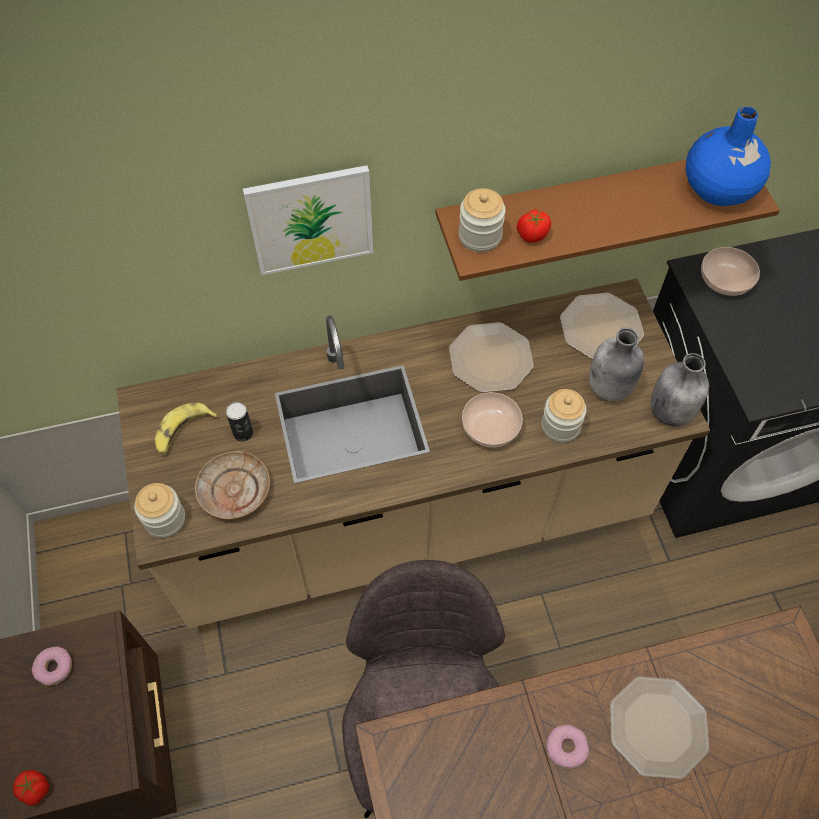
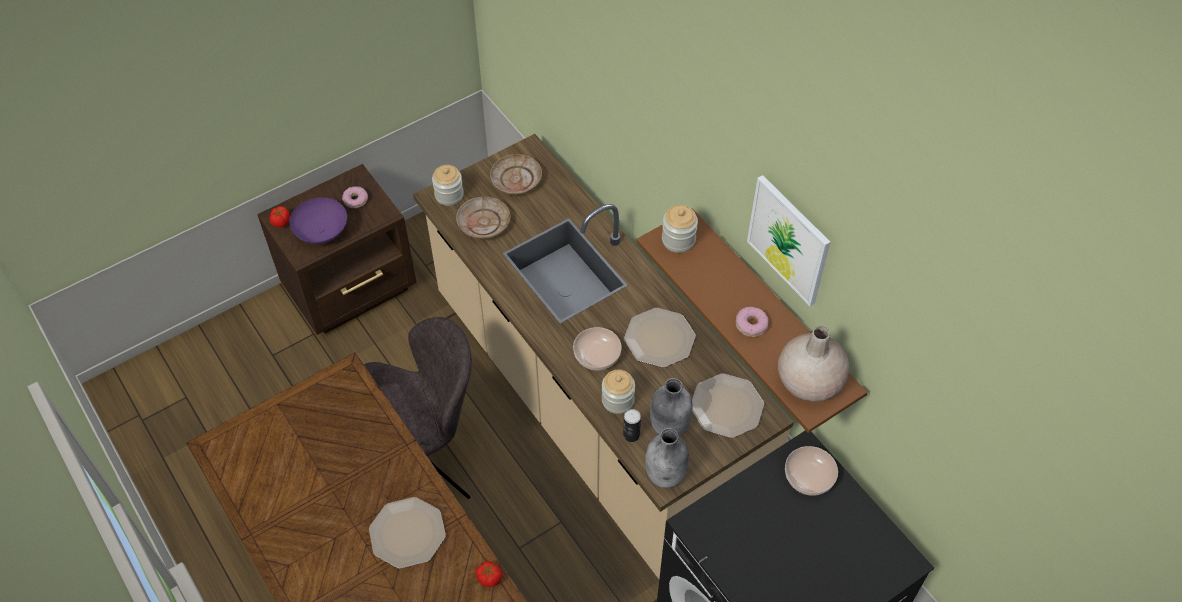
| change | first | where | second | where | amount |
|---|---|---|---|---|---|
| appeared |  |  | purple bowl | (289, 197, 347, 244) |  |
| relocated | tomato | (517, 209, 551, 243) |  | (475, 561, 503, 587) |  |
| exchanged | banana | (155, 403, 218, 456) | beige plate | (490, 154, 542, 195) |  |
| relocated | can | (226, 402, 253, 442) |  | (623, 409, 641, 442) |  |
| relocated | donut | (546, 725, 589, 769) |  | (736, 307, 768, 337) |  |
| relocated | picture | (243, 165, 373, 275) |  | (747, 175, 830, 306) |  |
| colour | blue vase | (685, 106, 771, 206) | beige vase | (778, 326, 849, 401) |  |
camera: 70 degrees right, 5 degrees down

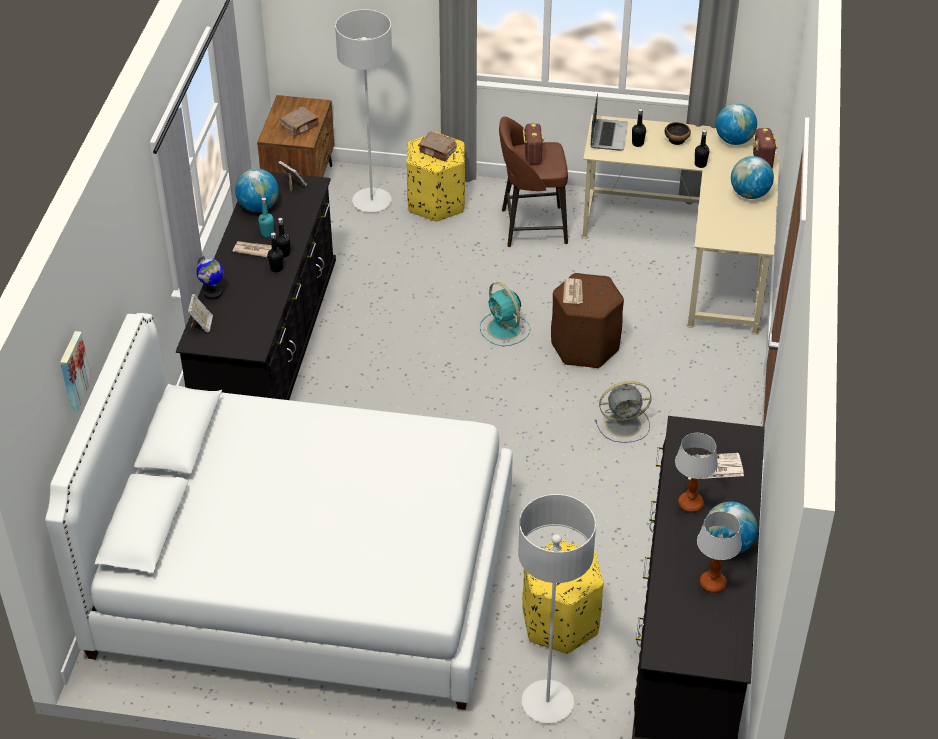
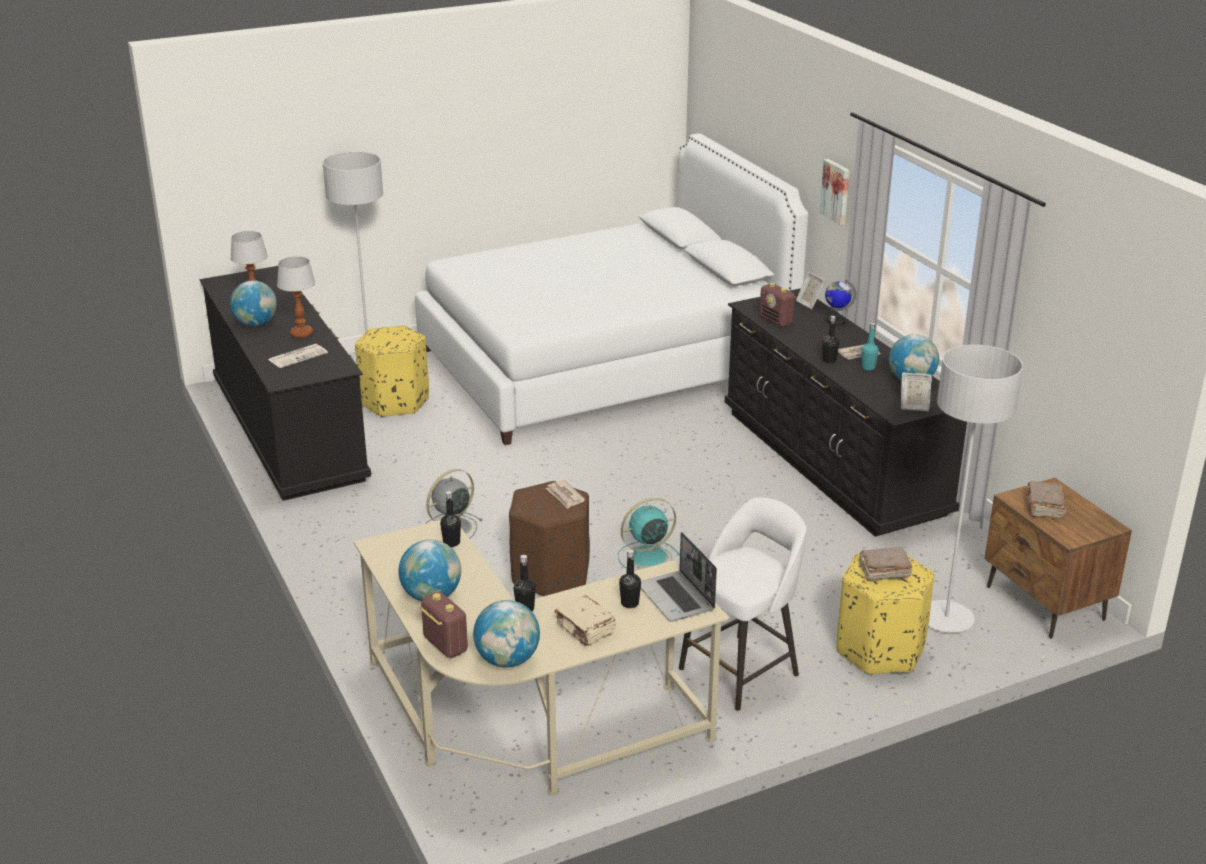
| change | first | where | second | where | amount |
|---|---|---|---|---|---|
| relocated | black bottle | (268, 232, 283, 272) |  | (440, 491, 461, 547) |  |
| exchanged | bowl | (664, 122, 691, 145) | beige book | (554, 595, 616, 646) |  |
| spun | turquoise fan | (480, 282, 530, 346) |  | (618, 498, 680, 569) | 45 degrees counterclockwise |
| colour | brown stool | (499, 117, 568, 247) | white stool | (679, 497, 806, 711) |  |
| relocated | radio | (523, 124, 544, 165) |  | (759, 283, 796, 327) |  |
| relocated | picture | (60, 331, 92, 412) |  | (820, 159, 850, 225) |  |
camera: 145 degrees right, 15 degrees down

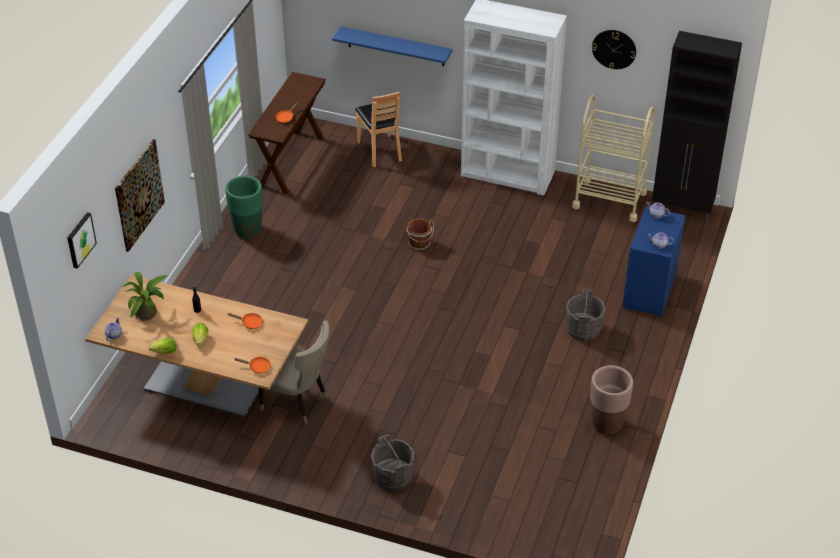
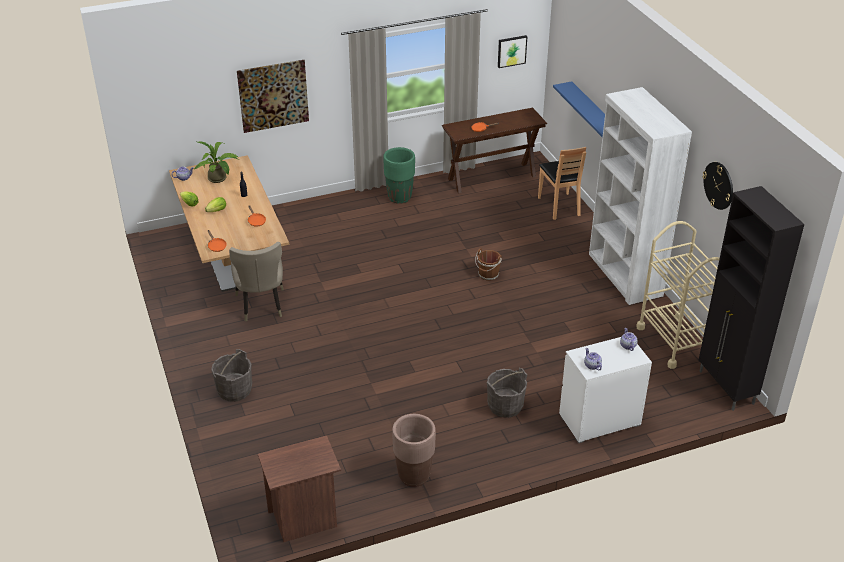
| change | first | where | second | where | amount |
|---|---|---|---|---|---|
| appeared |  |  | brown nightstand | (258, 436, 341, 542) |  |
| relocated | picture | (67, 212, 97, 269) |  | (498, 35, 527, 68) |  |
| spun | brown chair | (355, 92, 402, 167) |  | (538, 147, 586, 220) | 45 degrees counterclockwise |
| colour | blue dresser | (622, 207, 685, 317) | white dresser | (559, 337, 652, 443) |  |
camera: 50 degrees right, 5 degrees down

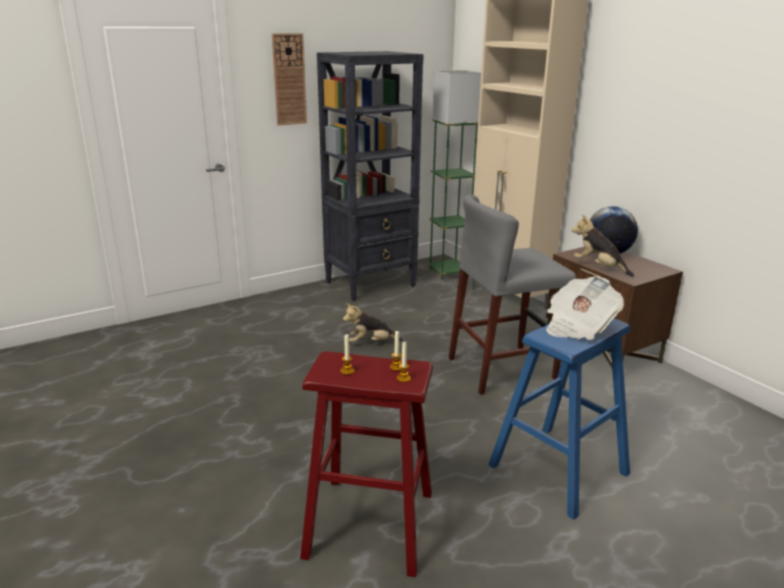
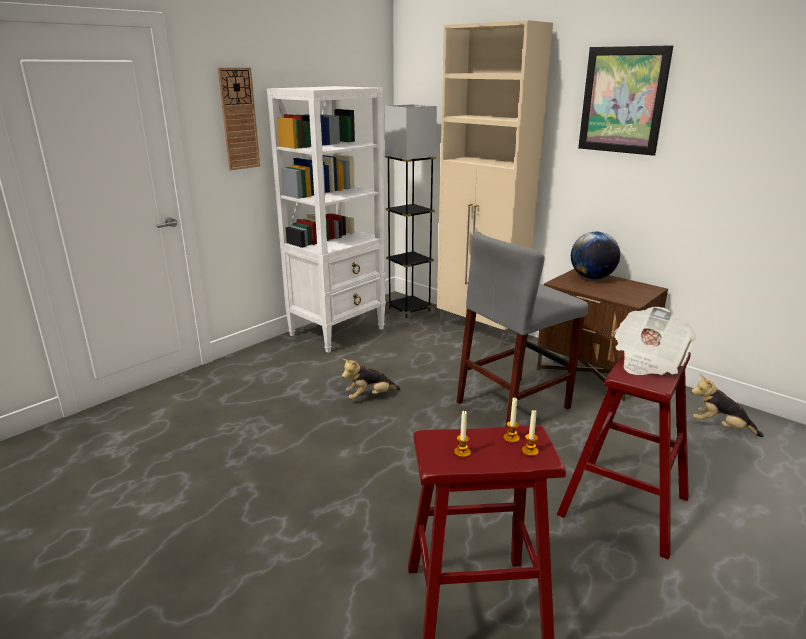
| change | first | where | second | where | amount |
|---|---|---|---|---|---|
| colour | black bookcase | (317, 51, 424, 301) | white bookcase | (267, 86, 386, 353) |  |
| colour | green floor lamp | (428, 70, 481, 280) | grey floor lamp | (384, 104, 437, 318) |  |
| colour | blue stool | (488, 318, 631, 520) | red stool | (557, 352, 691, 560) |  |
| appeared |  |  | picture | (578, 45, 673, 156) |  |
| relocated | plush toy | (572, 214, 634, 277) |  | (691, 374, 764, 437) |  |
camera: 15 degrees left, 0 degrees up

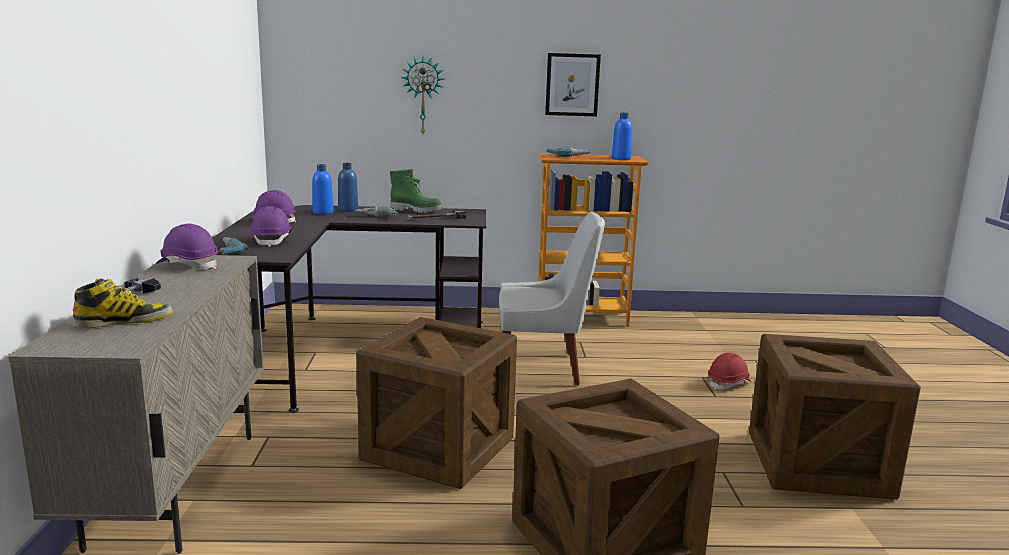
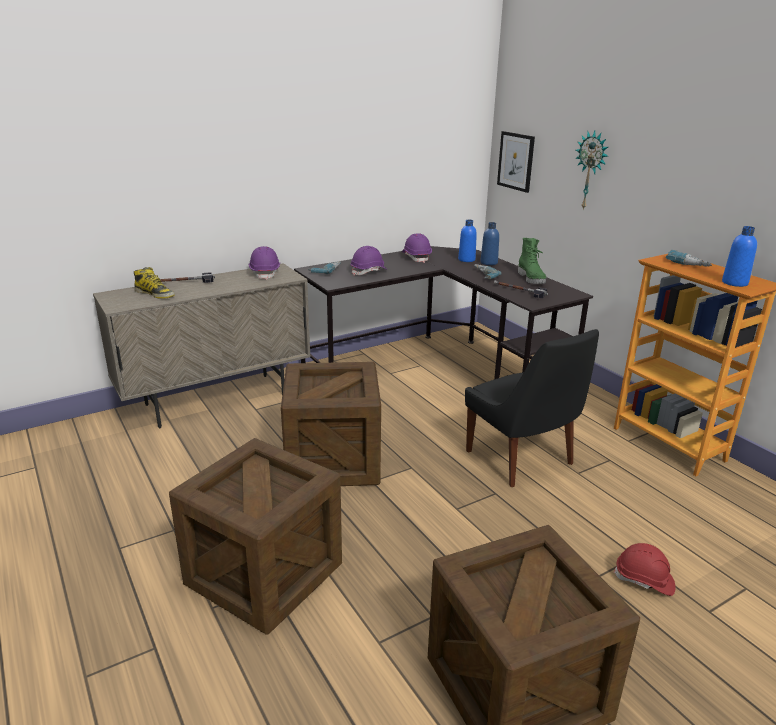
| change | first | where | second | where | amount |
|---|---|---|---|---|---|
| colour | white chair | (499, 212, 605, 386) | black chair | (465, 329, 599, 487) |  |
| relocated | picture | (545, 53, 601, 116) |  | (497, 131, 535, 193) |  |
camera: 60 degrees right, 10 degrees up

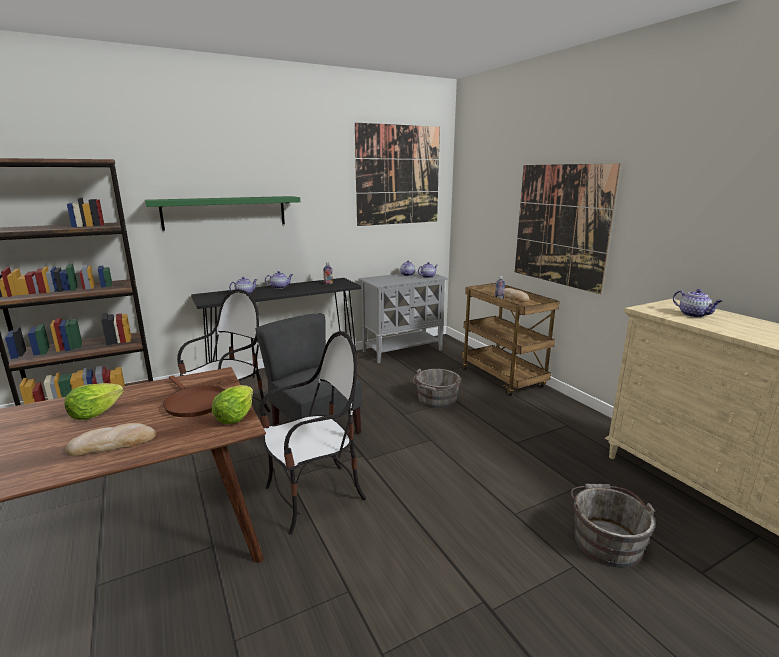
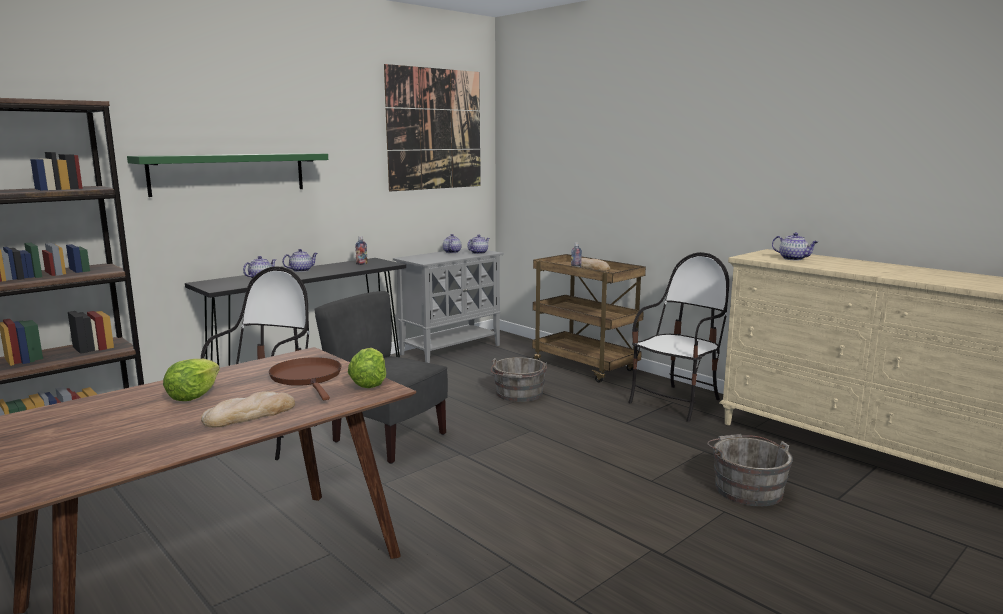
| change | first | where | second | where | amount |
|---|---|---|---|---|---|
| spun | brown frying pan | (163, 376, 225, 417) |  | (269, 357, 341, 400) | 150 degrees counterclockwise |
| relocated | chair | (259, 331, 366, 535) |  | (628, 252, 729, 422) |  |
| missing | picture | (515, 163, 620, 294) |  |  |  |
camera: 15 degrees left, 5 degrees down

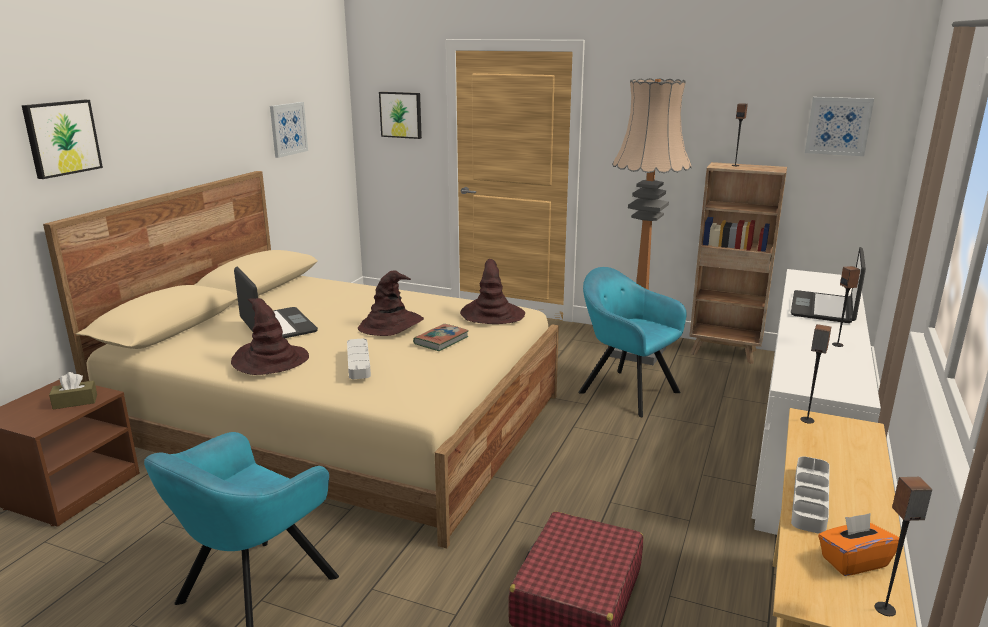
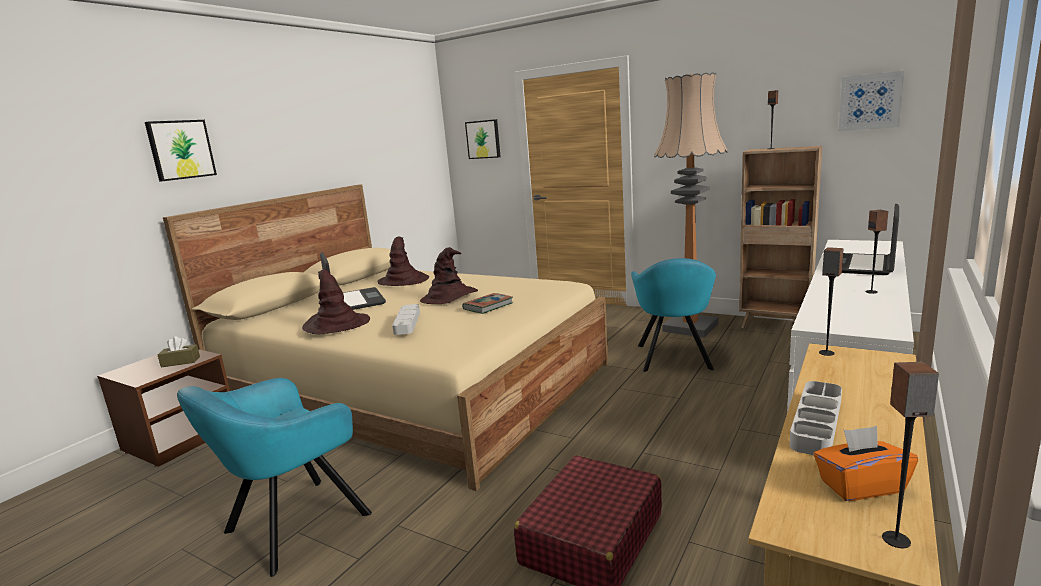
| change | first | where | second | where | amount |
|---|---|---|---|---|---|
| relocated | brown hat | (460, 259, 525, 324) |  | (378, 236, 429, 286) |  |
| spun | turquoise armchair | (578, 267, 687, 417) |  | (631, 258, 716, 372) | 135 degrees counterclockwise |
| missing | picture | (270, 102, 308, 158) |  |  |  |
camera: 10 degrees right, 5 degrees down

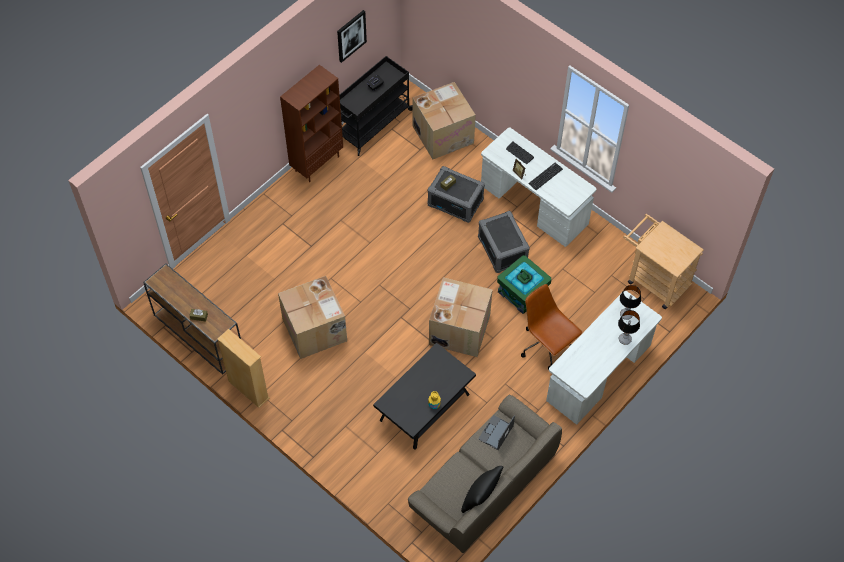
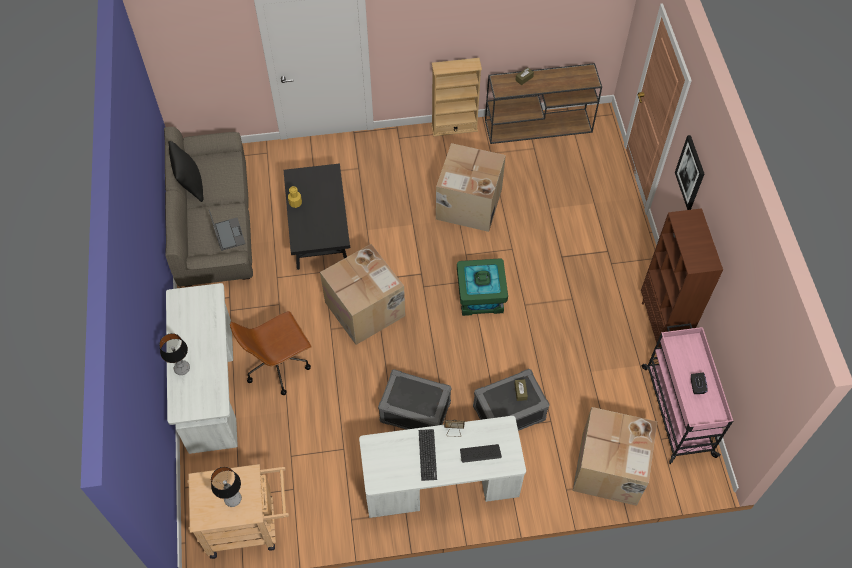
| change | first | where | second | where | amount |
|---|---|---|---|---|---|
| relocated | table lamp | (620, 285, 641, 320) |  | (211, 467, 242, 507) |  |
| spun | brown office chair | (521, 284, 583, 370) |  | (230, 311, 312, 395) | 150 degrees clockwise |
| relocated | green storage box | (497, 255, 551, 314) |  | (457, 258, 508, 316) |  |
| colour | black cart | (339, 56, 413, 156) | pink cart | (642, 323, 733, 464) |  |
| relocated | picture | (337, 10, 367, 63) |  | (675, 135, 704, 210) |  |
camera: 130 degrees right, 0 degrees up

